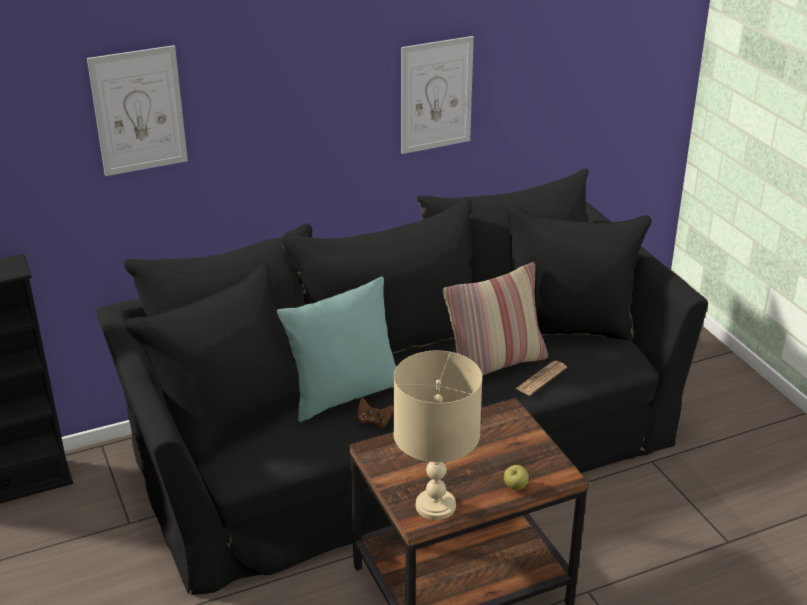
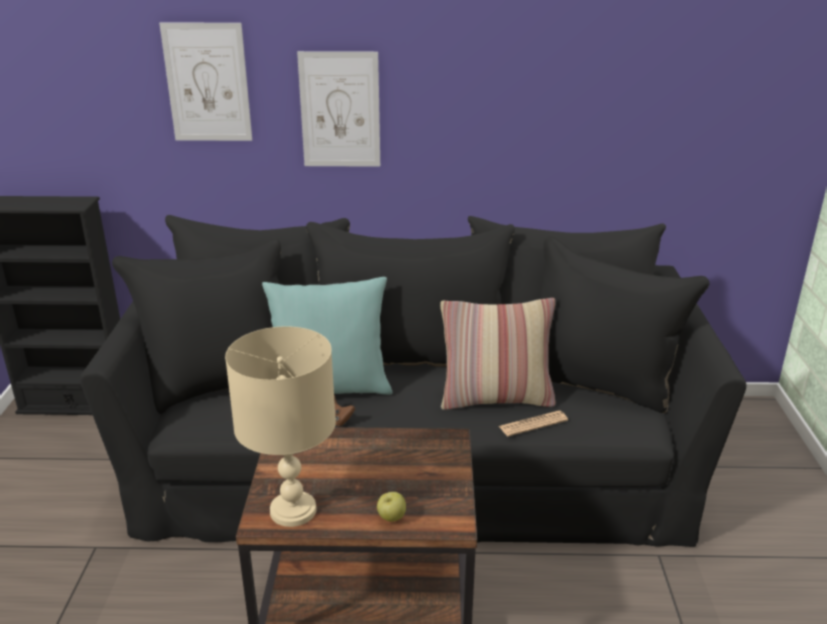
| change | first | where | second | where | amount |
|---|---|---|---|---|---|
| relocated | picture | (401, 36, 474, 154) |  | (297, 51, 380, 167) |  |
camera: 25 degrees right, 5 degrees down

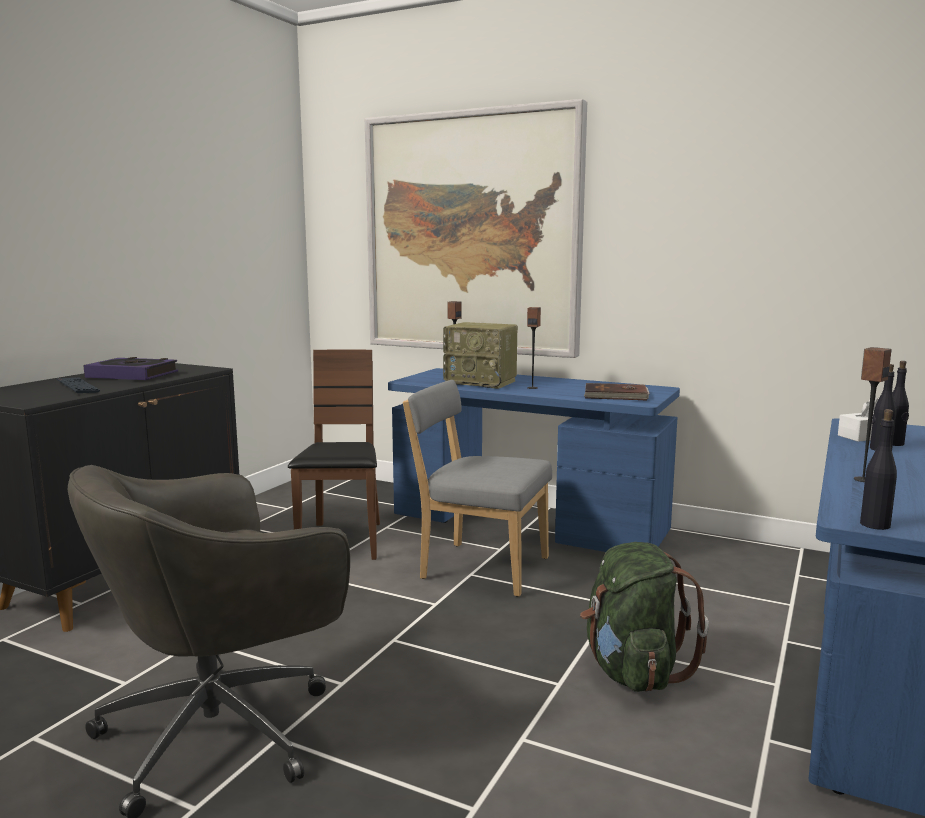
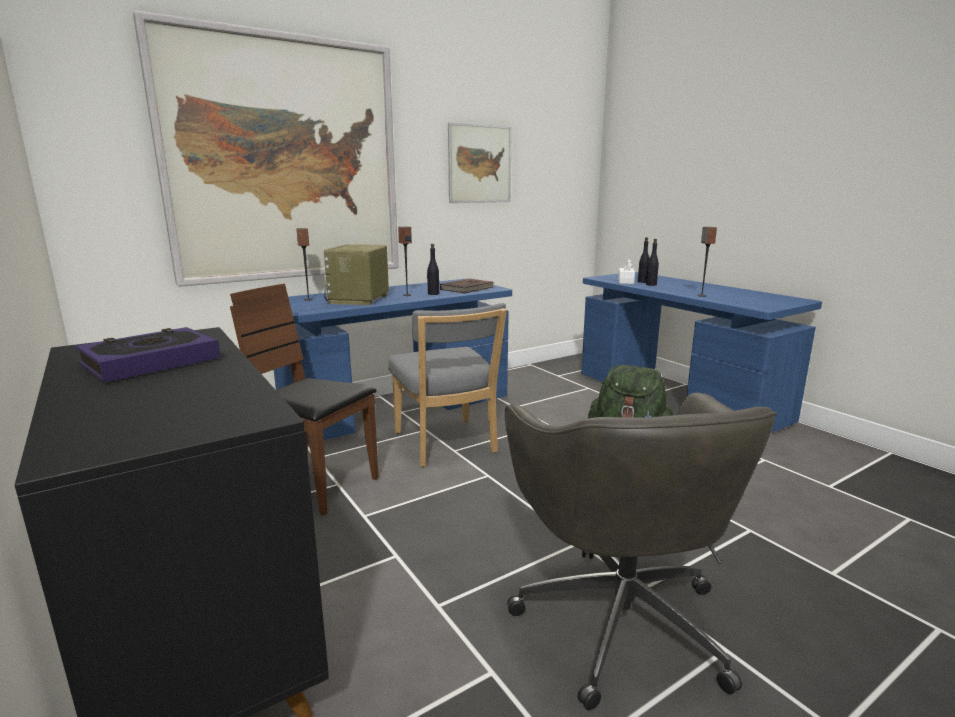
| change | first | where | second | where | amount |
|---|---|---|---|---|---|
| spun | radio | (443, 322, 518, 389) |  | (324, 244, 389, 305) | 135 degrees clockwise |
| spun | grey chair | (403, 380, 552, 597) |  | (388, 303, 507, 467) | 75 degrees counterclockwise |
| relocated | black bottle | (860, 409, 897, 530) |  | (427, 244, 439, 295) |  |
| appeared |  |  | picture | (448, 122, 512, 203) |  |
| missing | keyboard | (57, 377, 100, 393) |  |  |  |
camera: 60 degrees left, 5 degrees up

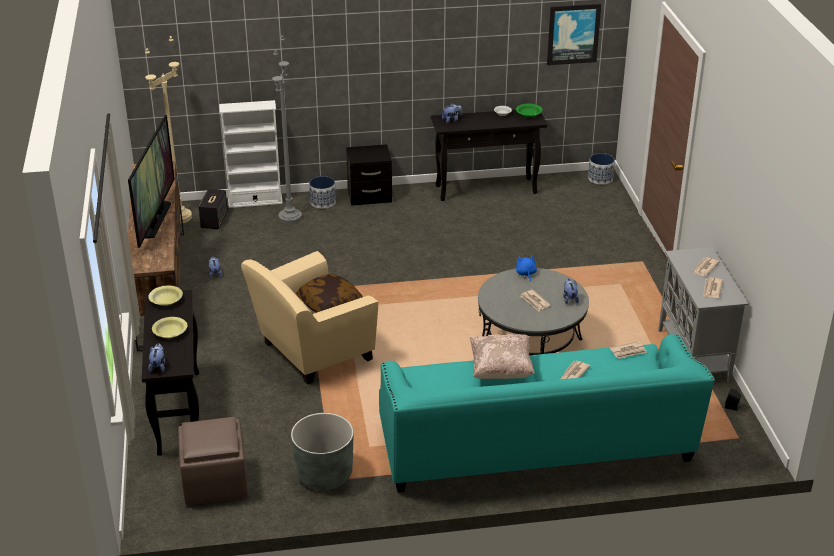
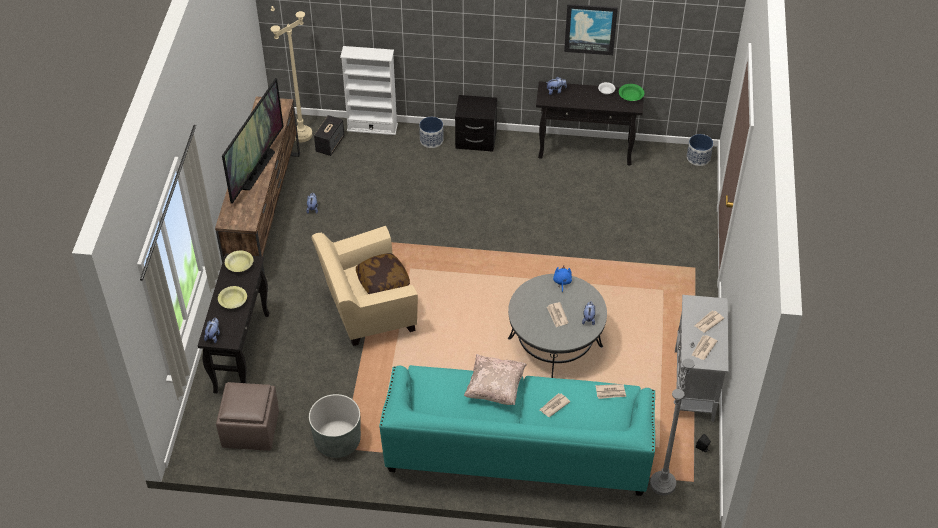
| change | first | where | second | where | amount |
|---|---|---|---|---|---|
| relocated | picture | (547, 4, 601, 65) |  | (564, 4, 618, 55) |  |
| relocated | grey floor lamp | (272, 35, 302, 224) |  | (650, 341, 695, 496) |  |
camera: 15 degrees right, 15 degrees up

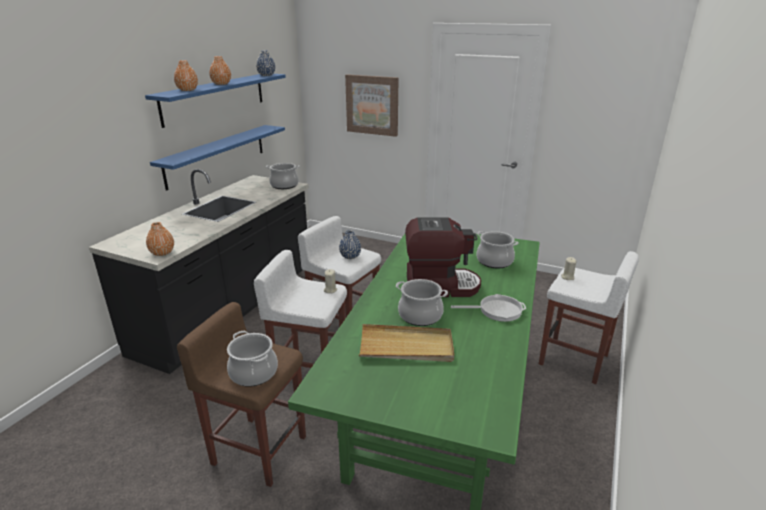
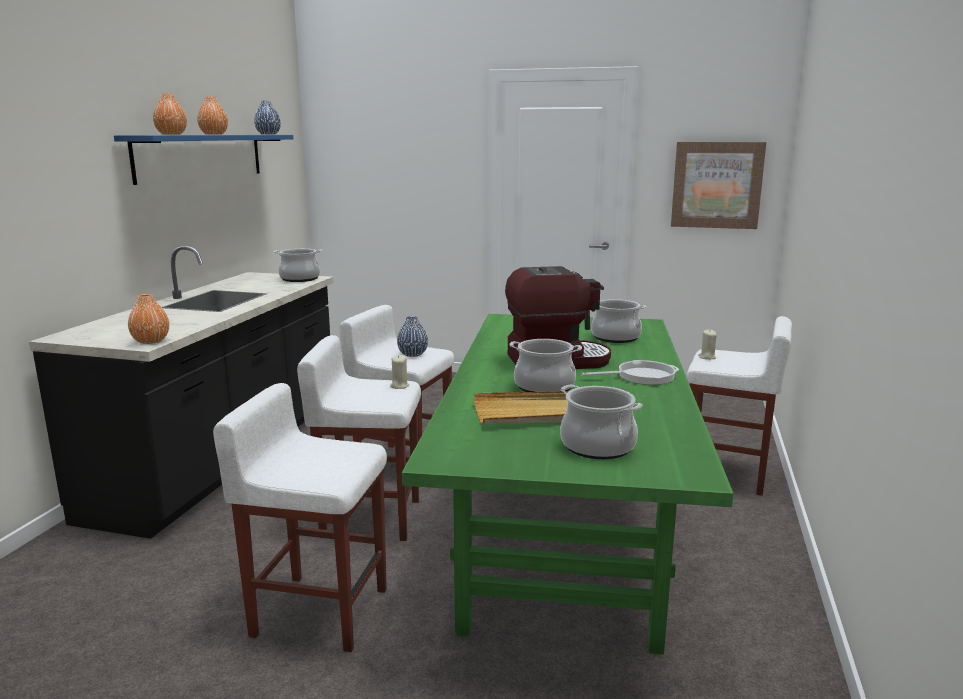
| change | first | where | second | where | amount |
|---|---|---|---|---|---|
| colour | brown stool | (177, 302, 306, 487) | white stool | (213, 383, 387, 652) |  |
| relocated | cooking pot | (227, 331, 278, 387) |  | (560, 384, 642, 459) |  |
| relocated | picture | (345, 74, 398, 137) |  | (671, 142, 766, 229) |  |
| missing | blue shelf | (150, 125, 285, 191) |  |  |  |
camera: 10 degrees left, 10 degrees down

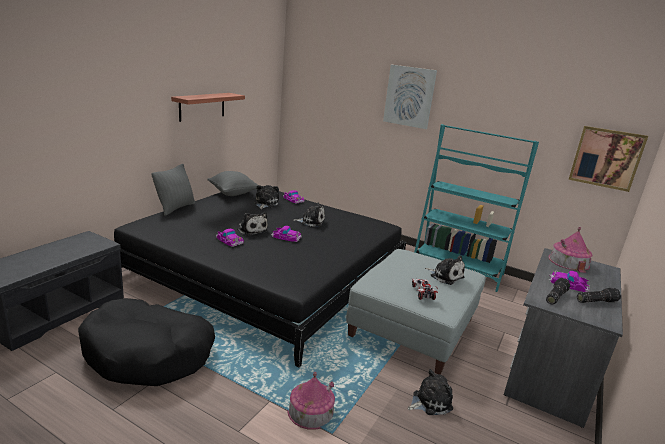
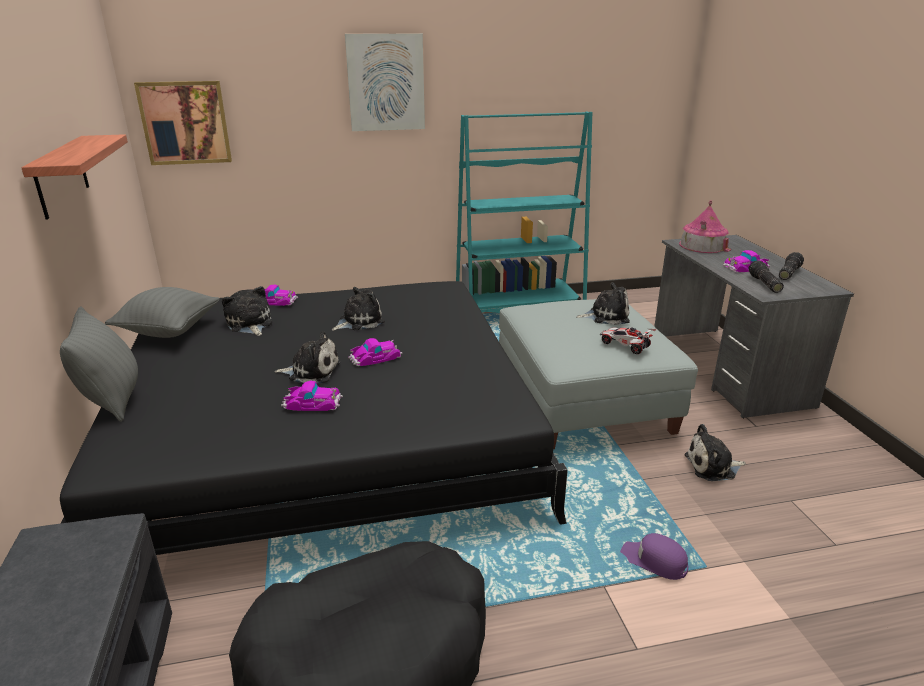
| change | first | where | second | where | amount |
|---|---|---|---|---|---|
| relocated | picture | (568, 126, 648, 192) |  | (134, 81, 232, 165) |  |
| exchanged | toy house | (287, 372, 335, 430) | purple cap | (620, 533, 688, 580) |  |
| spun | plush toy | (408, 369, 453, 415) |  | (684, 424, 746, 481) | 120 degrees counterclockwise |
camera: 40 degrees left, 5 degrees up

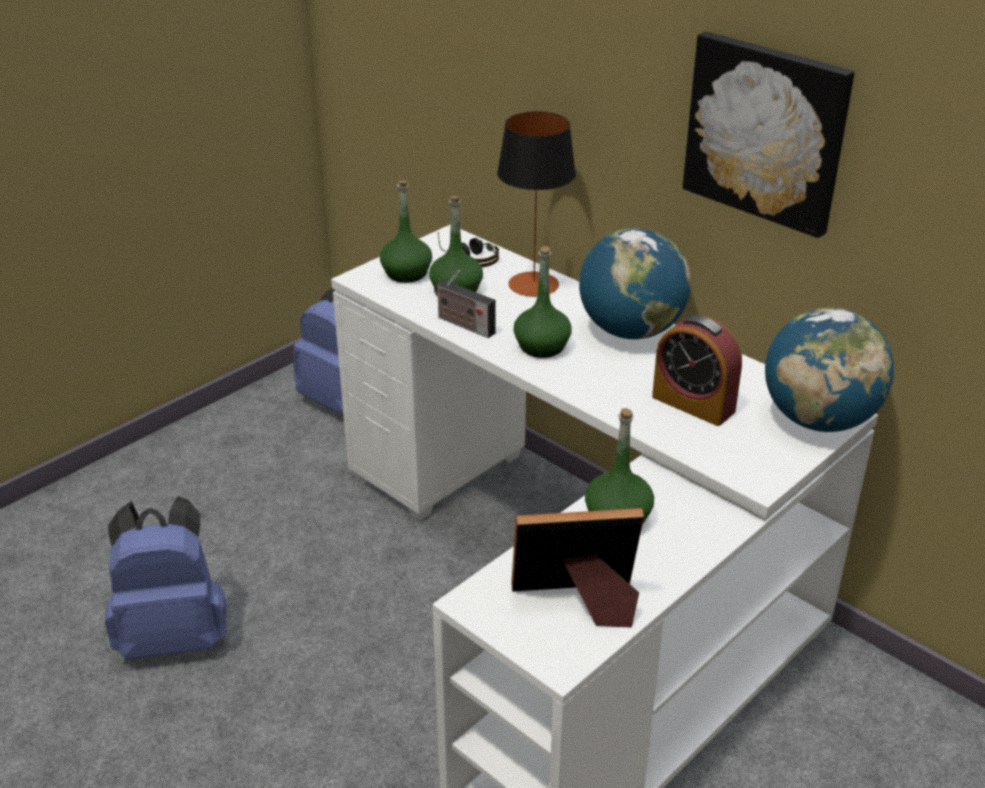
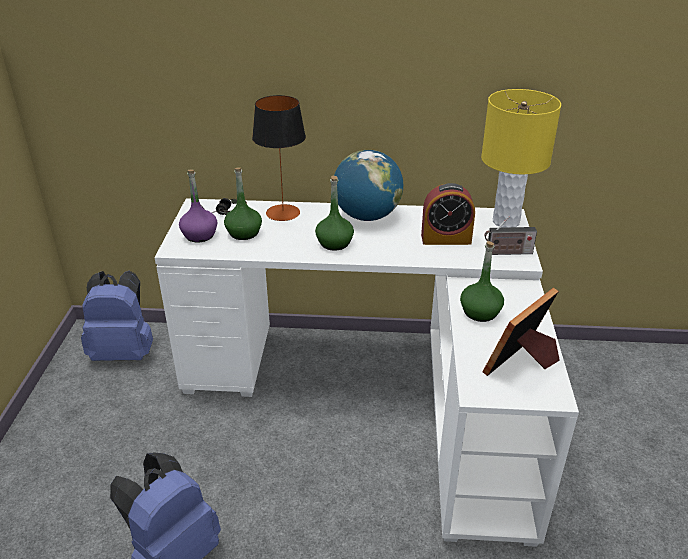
| change | first | where | second | where | amount |
|---|---|---|---|---|---|
| colour | green bottle | (380, 180, 432, 283) | purple bottle | (179, 170, 218, 242) |  |
| exchanged | globe | (765, 308, 894, 432) | yellow table lamp | (481, 89, 561, 228) |  |
| relocated | radio | (434, 270, 496, 338) |  | (484, 216, 537, 255) |  |
| missing | picture | (683, 32, 855, 238) |  |  |  |
camera: 40 degrees left, 0 degrees up

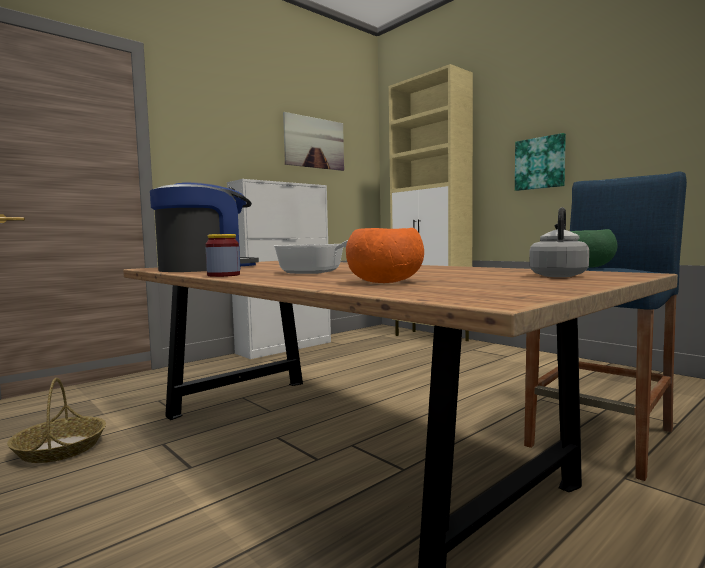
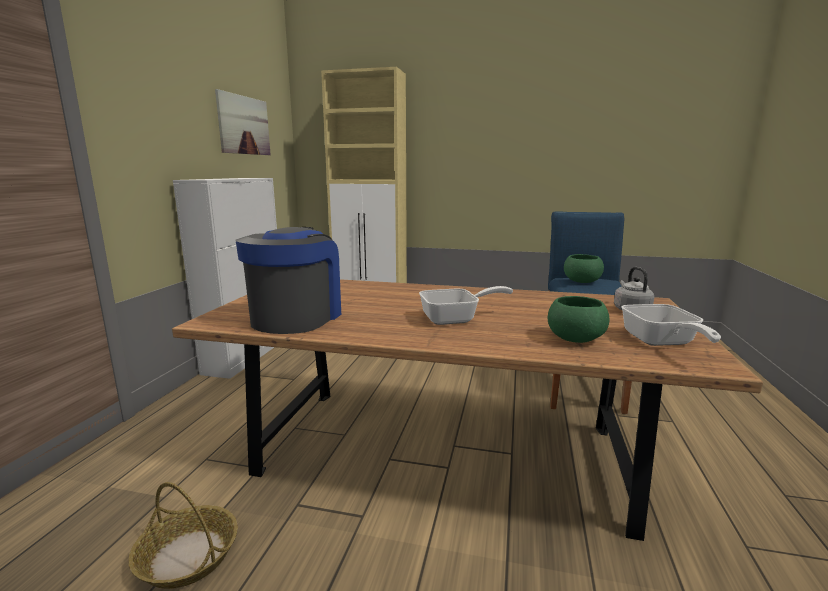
| change | first | where | second | where | amount |
|---|---|---|---|---|---|
| colour | orange bowl | (346, 228, 424, 283) | green bowl | (548, 296, 609, 343) |  |
| appeared |  |  | frying pan | (621, 304, 721, 346) |  |
| missing | jar | (206, 234, 240, 277) |  |  |  |
| missing | picture | (515, 133, 566, 191) |  |  |  |
camera: 35 degrees left, 10 degrees up

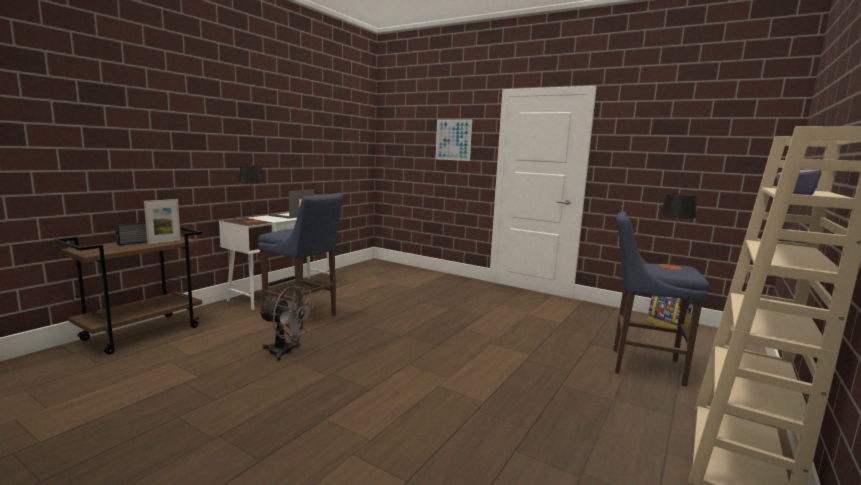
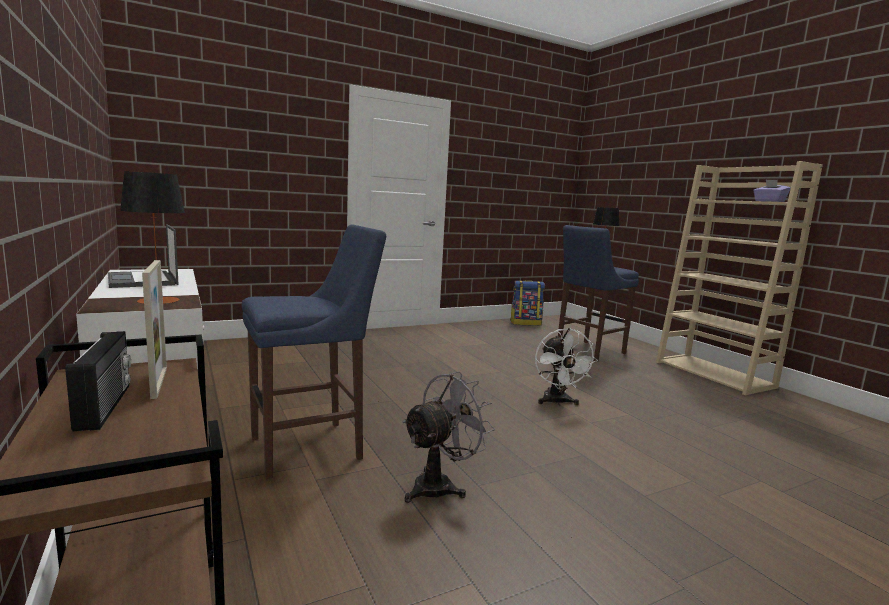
| change | first | where | second | where | amount |
|---|---|---|---|---|---|
| appeared |  |  | white fan | (535, 328, 598, 405) |  |
| missing | picture | (436, 120, 472, 161) |  |  |  |
camera: 60 degrees left, 0 degrees up

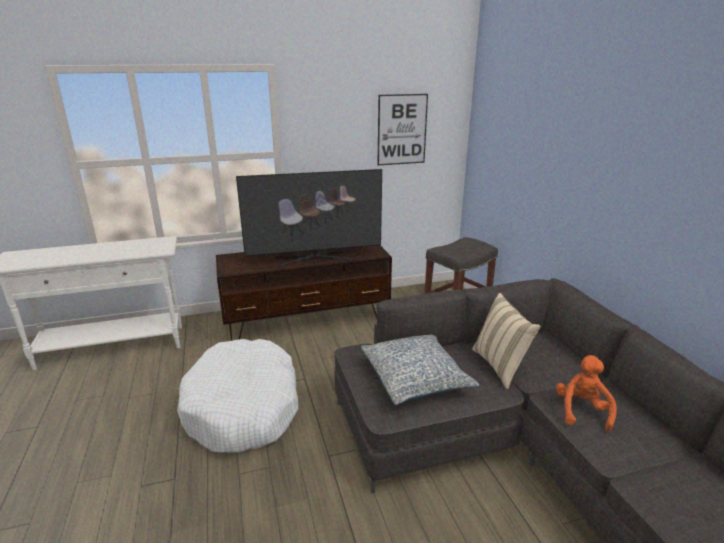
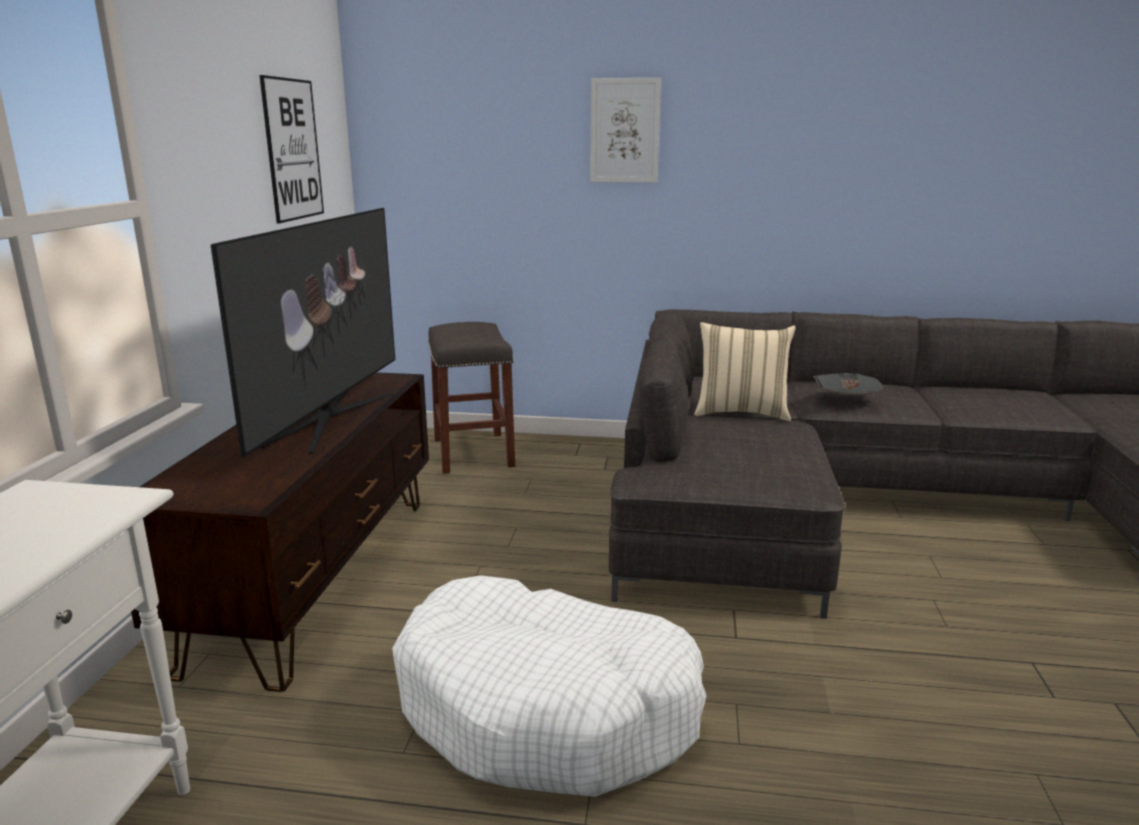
| change | first | where | second | where | amount |
|---|---|---|---|---|---|
| appeared |  |  | picture | (590, 78, 661, 183) |  |
| exchanged | orange plush toy | (556, 355, 617, 432) | newspaper | (813, 373, 885, 394) |  |
| missing | pillow | (361, 335, 480, 405) |  |  |  |
camera: 65 degrees left, 5 degrees down

